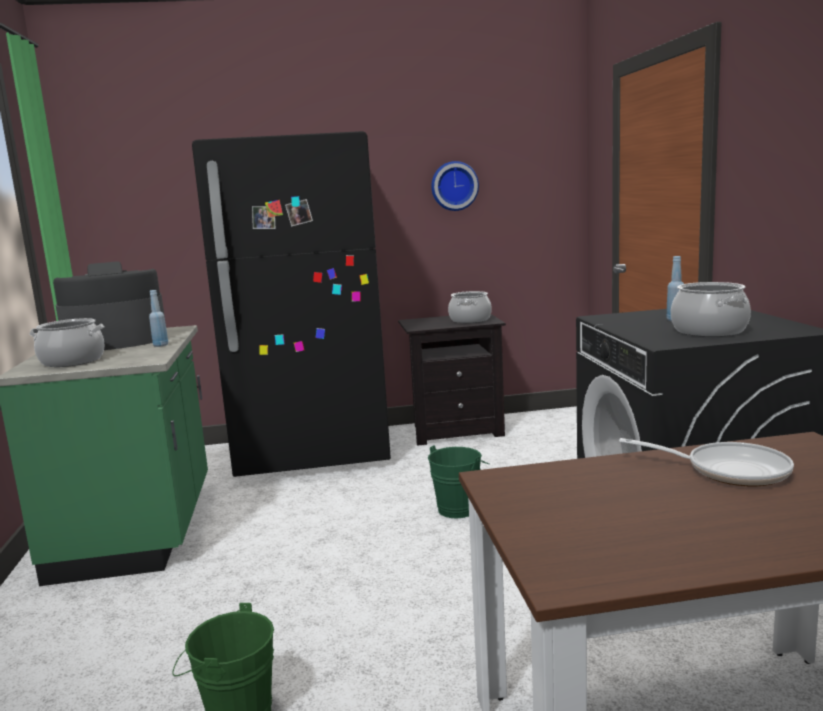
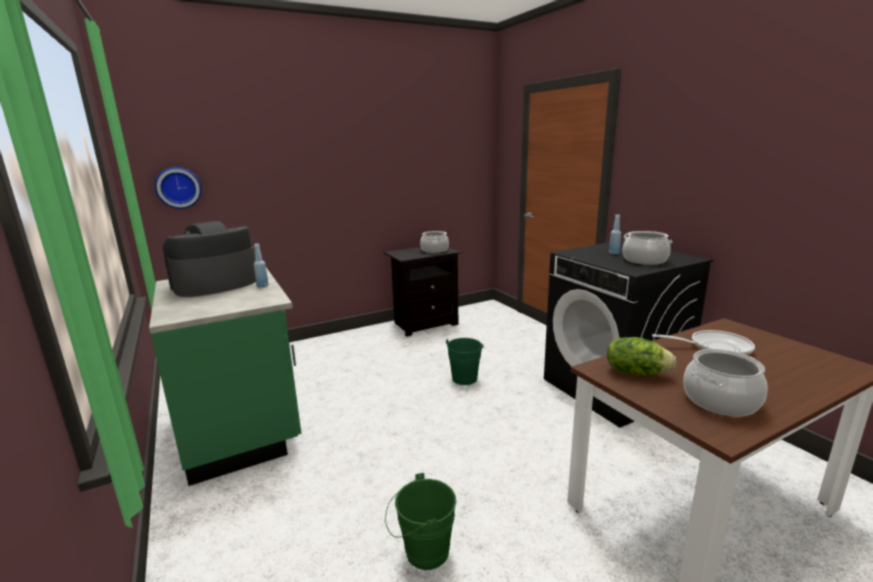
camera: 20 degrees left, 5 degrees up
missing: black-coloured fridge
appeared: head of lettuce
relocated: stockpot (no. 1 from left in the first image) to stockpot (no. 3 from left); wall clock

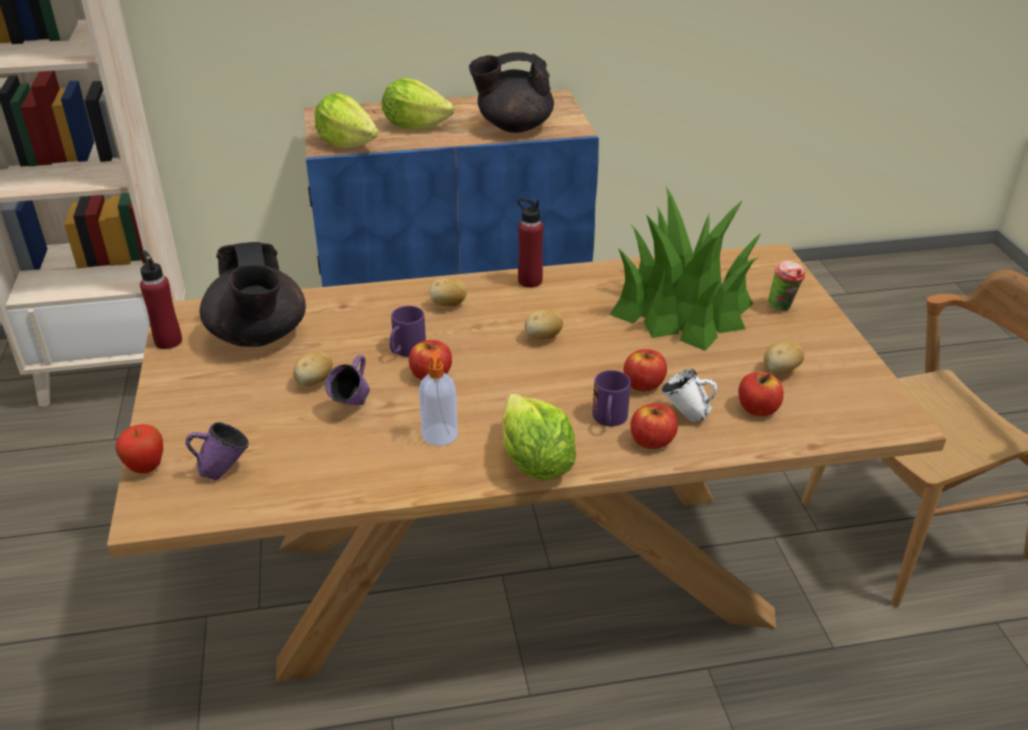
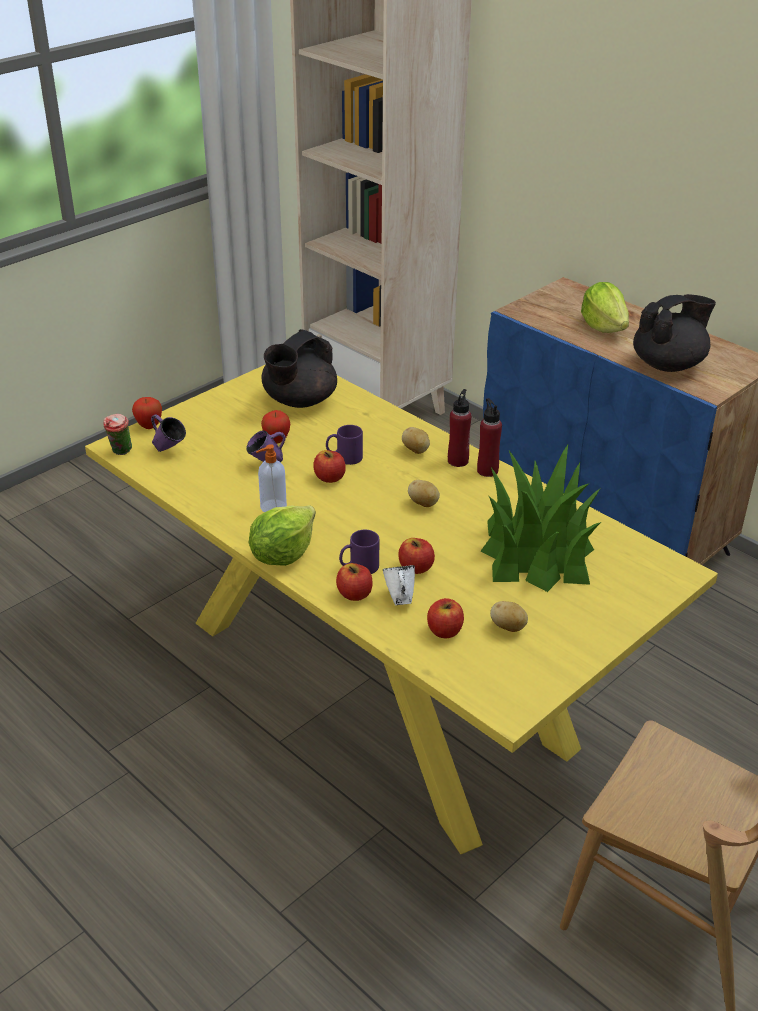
camera: 55 degrees right, 0 degrees up
missing: head of lettuce (no. 1 from left)
relocated: red-coloured bottle (no. 1 from left); small cup
exchanged: spud (no. 1 from left) to whole apple (no. 2 from left)
colour: brownish dining table to yellow dining table
spun: black-coloured teapot (no. 2 from left) 105 degrees clockwise

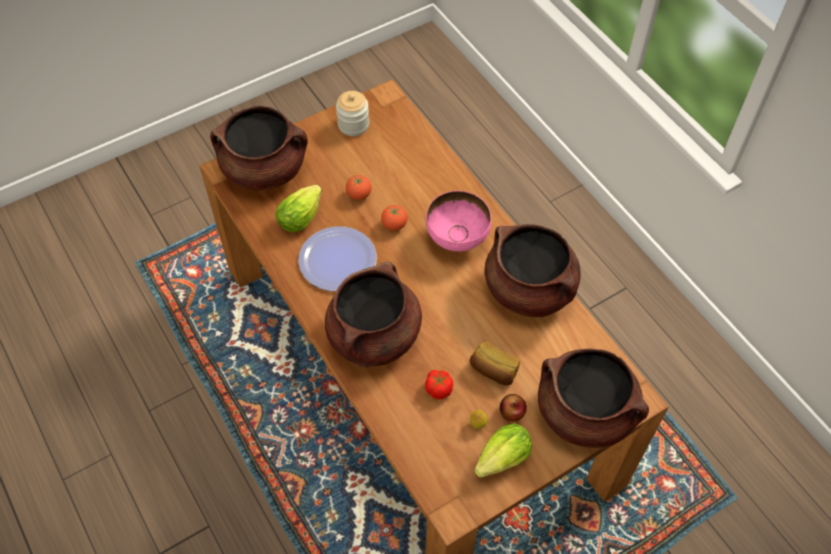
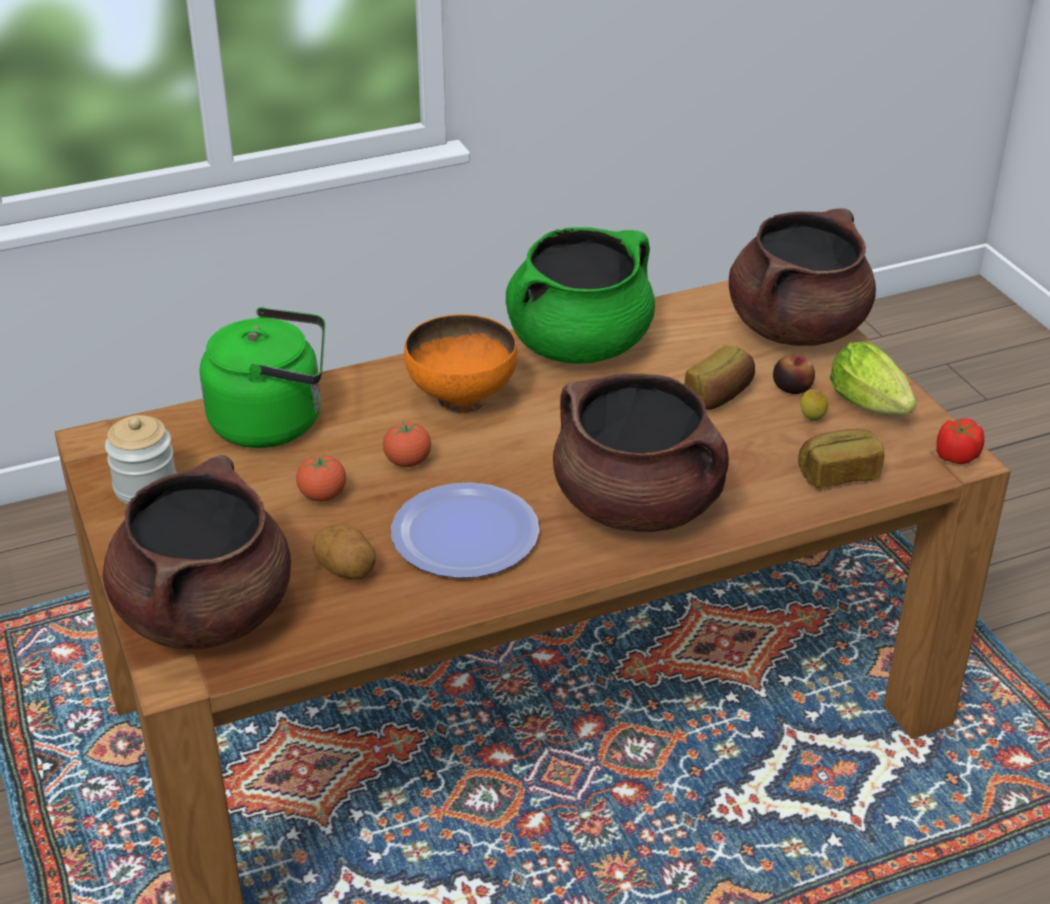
camera: 80 degrees left, 20 degrees down
appeared: green kettle; bakery bread (no. 2 from left)
relocated: whole tomato (no. 3 from left)
exchanged: head of lettuce (no. 1 from left) to spud
colour: pink serving bowl to orange serving bowl; brownish stockpot (no. 3 from left) to green stockpot

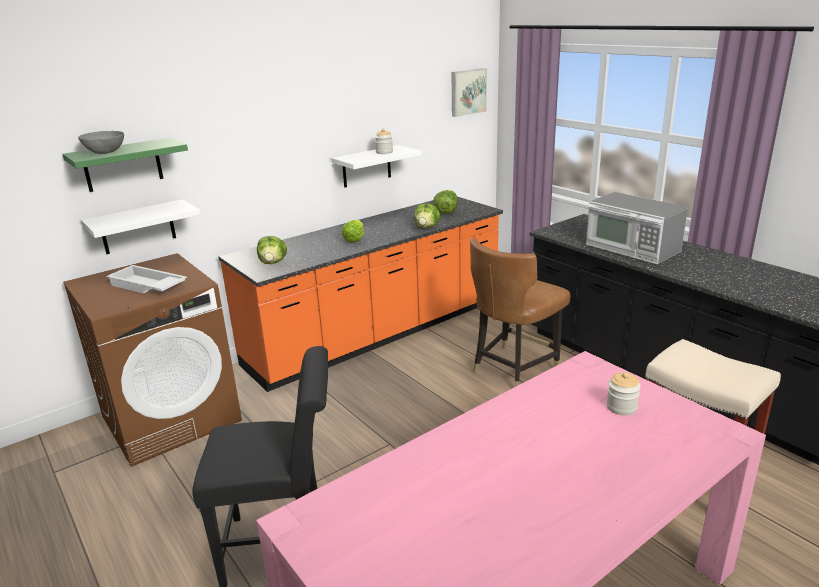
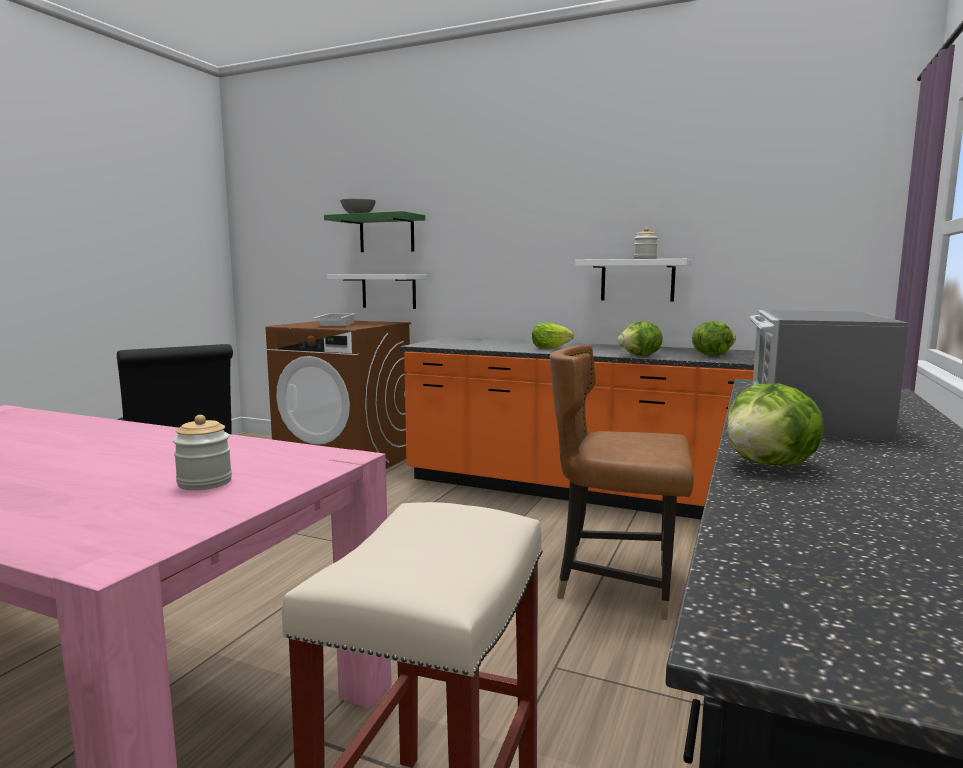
camera: 60 degrees right, 15 degrees down
missing: wall picture
relocated: head of lettuce (no. 1 from left in the first image) to head of lettuce (no. 4 from left)

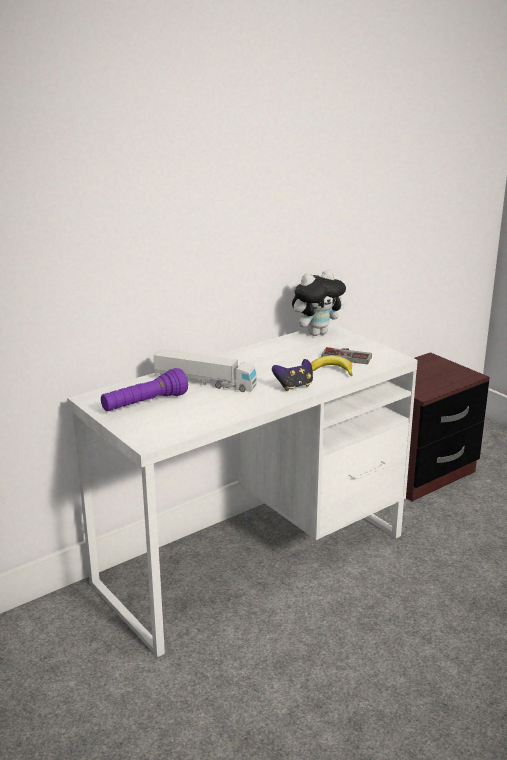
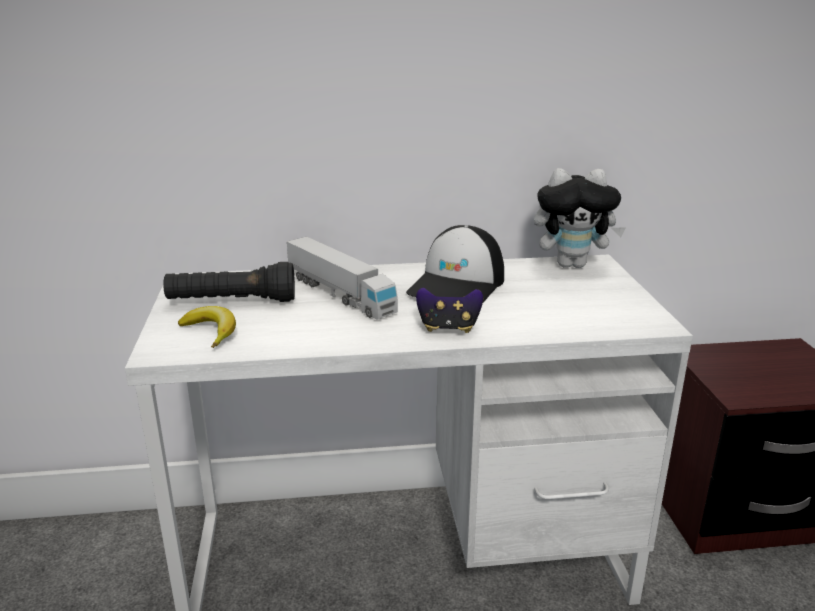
camera: 30 degrees right, 0 degrees up
missing: joypad (no. 2 from left)
appeared: peaked cap
relocated: banana fruit
colour: purple flashlight to black-coloured flashlight

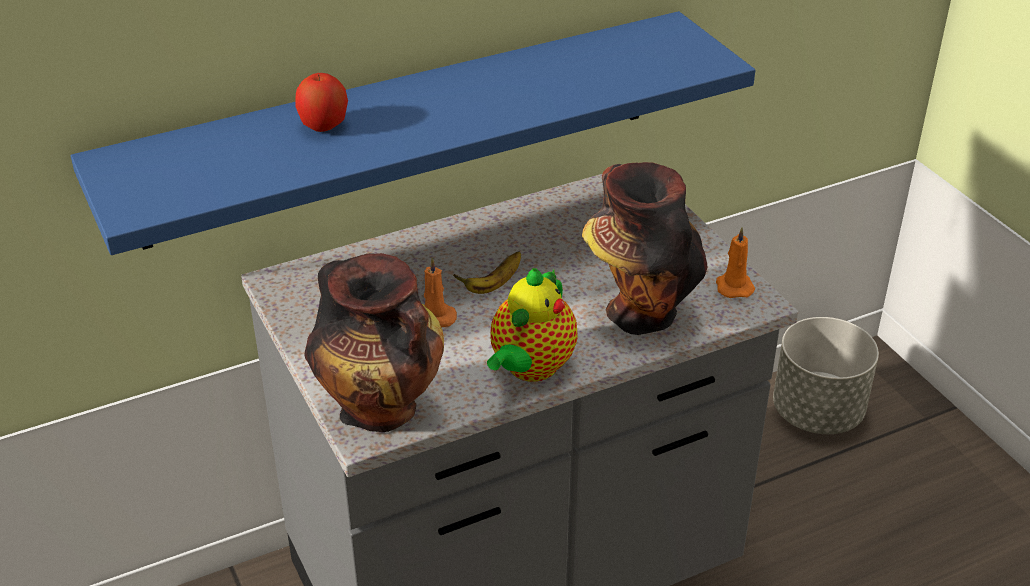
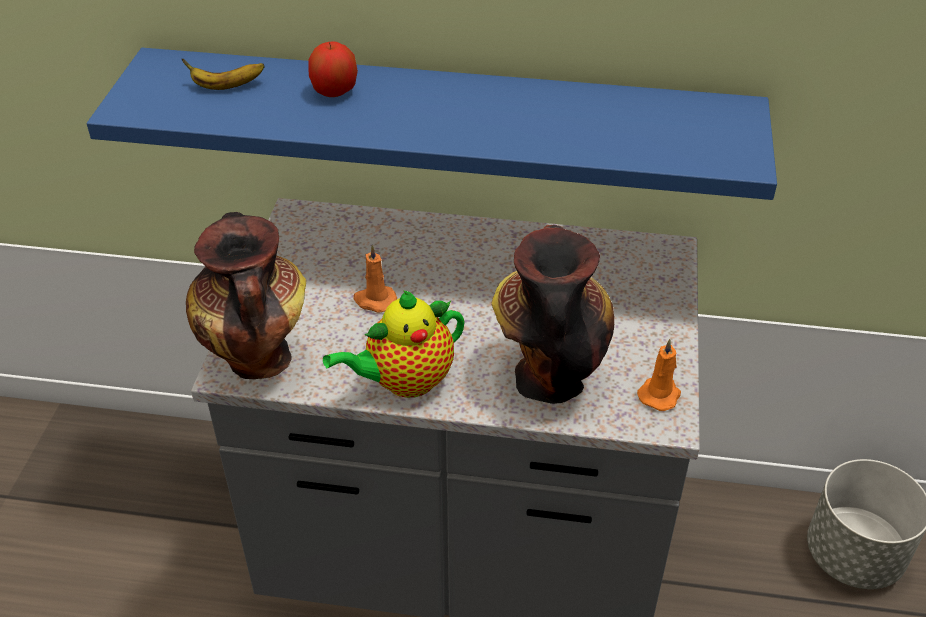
camera: 35 degrees right, 5 degrees up
relocated: banana fruit

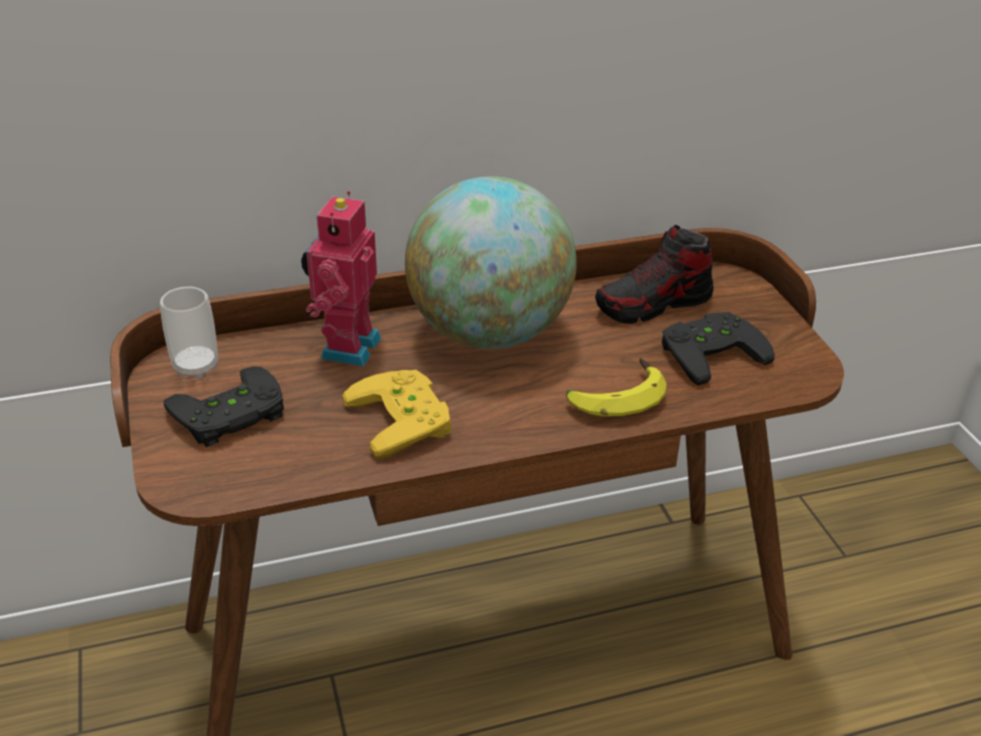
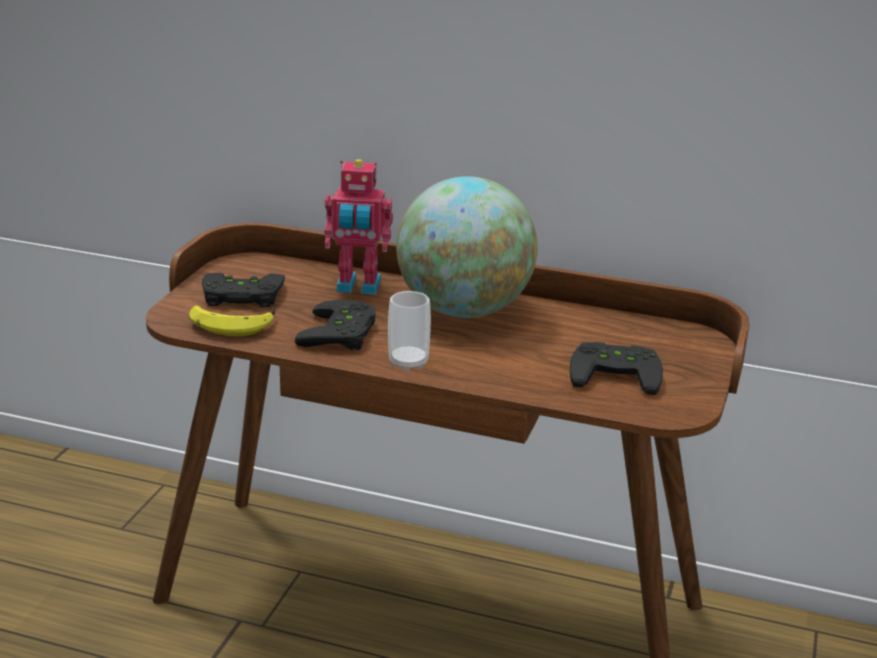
camera: 35 degrees right, 10 degrees down
missing: low shoe
relocated: small cup; banana fruit
colour: yellow joypad to black-coloured joypad (no. 2 from left)
spun: robot figure 135 degrees counterclockwise

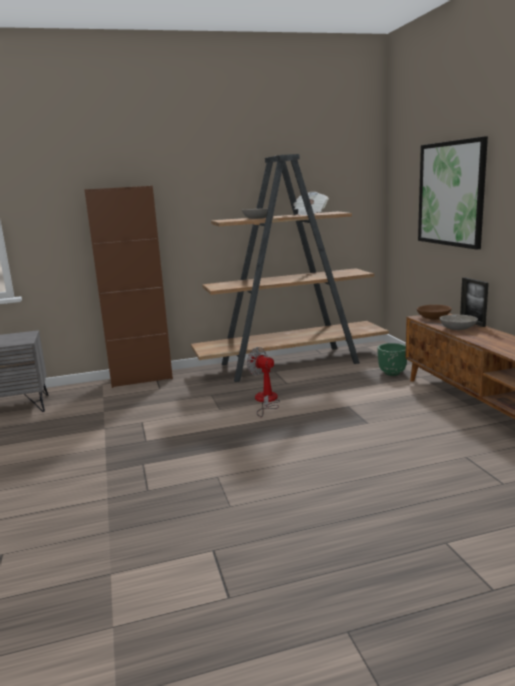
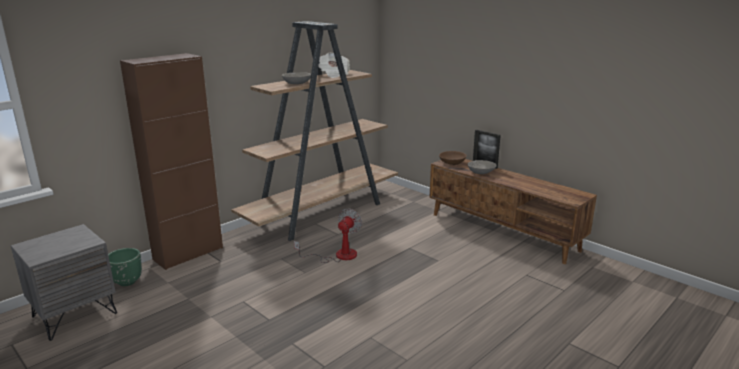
camera: 30 degrees left, 5 degrees up
missing: wall picture
relocated: green planter
spun: fan 105 degrees clockwise

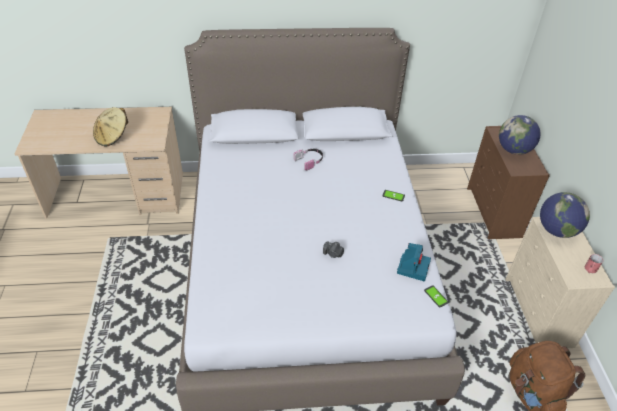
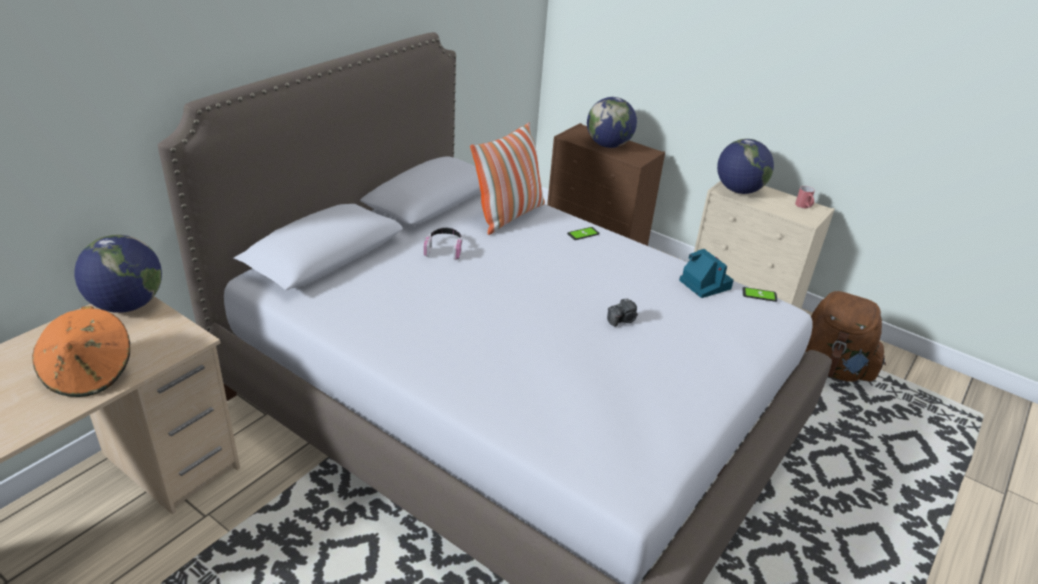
camera: 50 degrees left, 10 degrees down
appeared: desk globe (no. 1 from left); pillow
colour: beige-coloured clothing hat to orange clothing hat

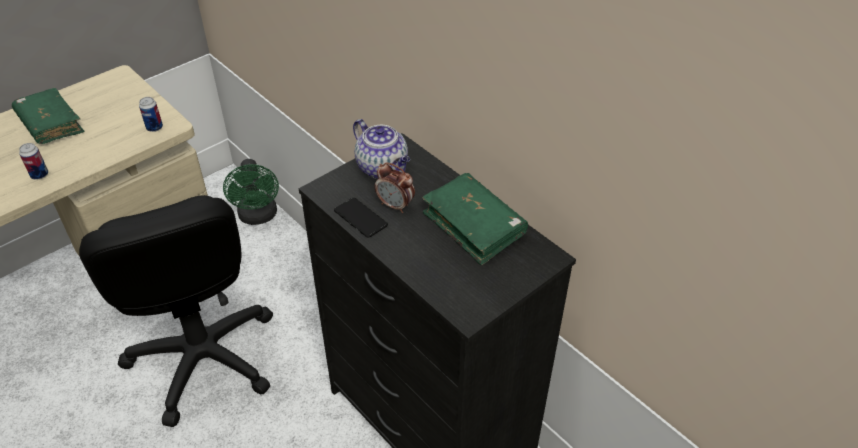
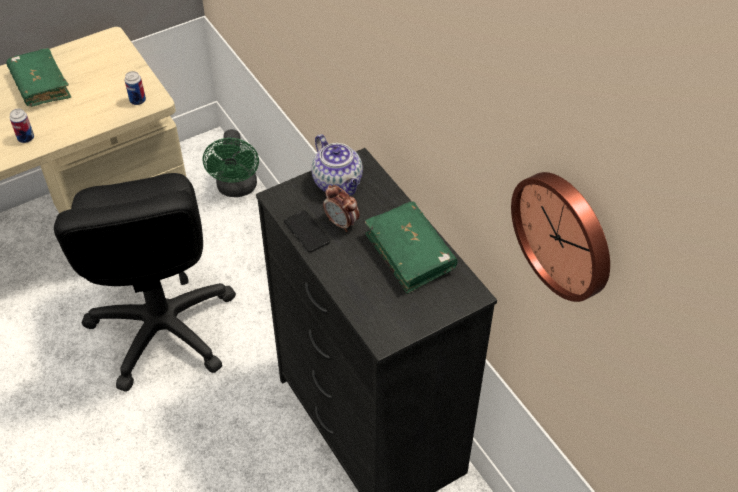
camera: 10 degrees right, 5 degrees up
appeared: wall clock

